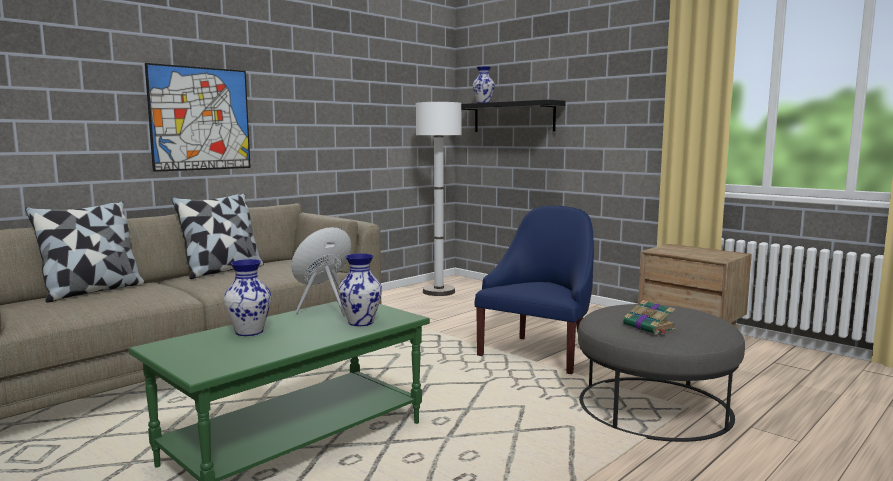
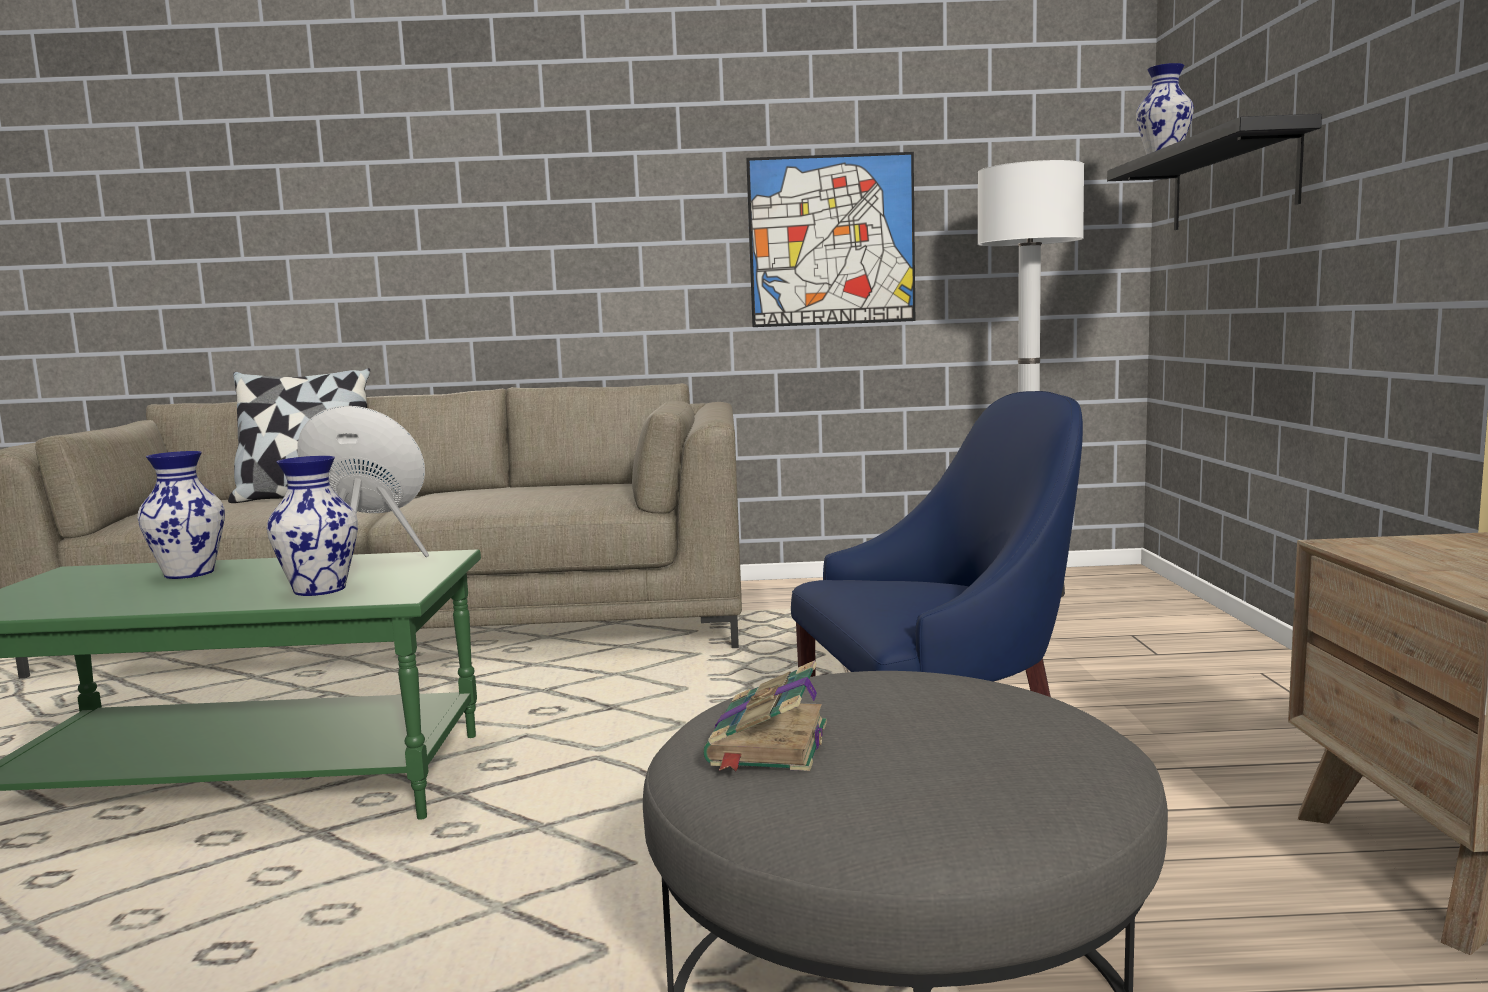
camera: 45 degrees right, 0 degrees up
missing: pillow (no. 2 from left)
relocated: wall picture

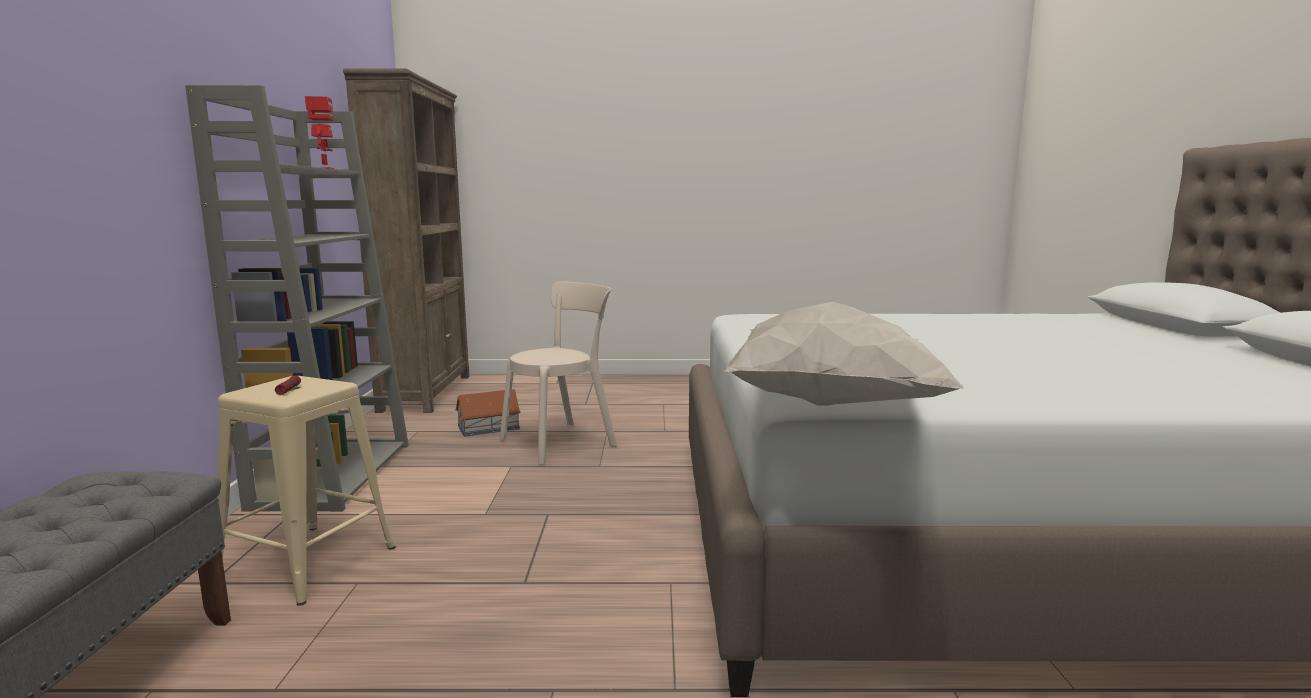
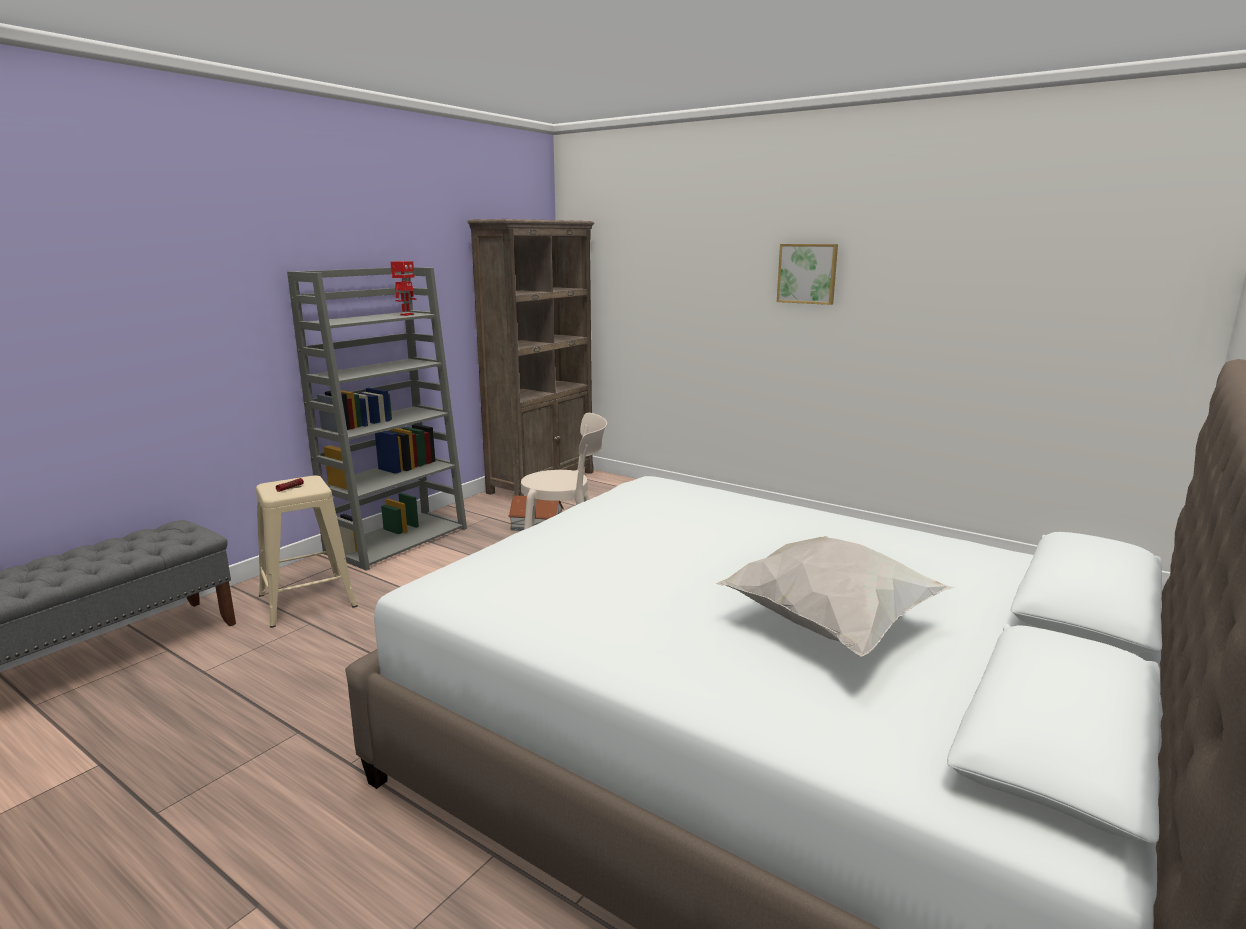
camera: 35 degrees right, 5 degrees up
appeared: wall picture
relocated: white pillow

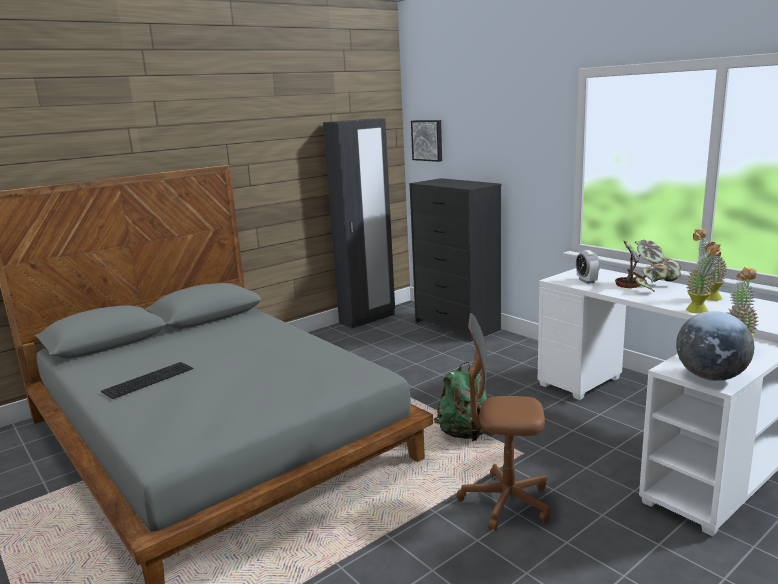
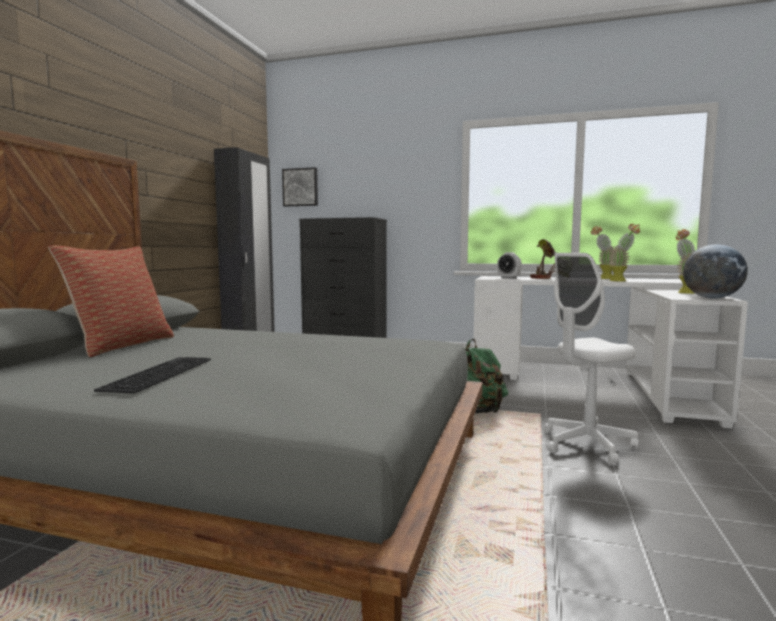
camera: 35 degrees left, 10 degrees down
appeared: pillow
colour: brownish office chair to white office chair

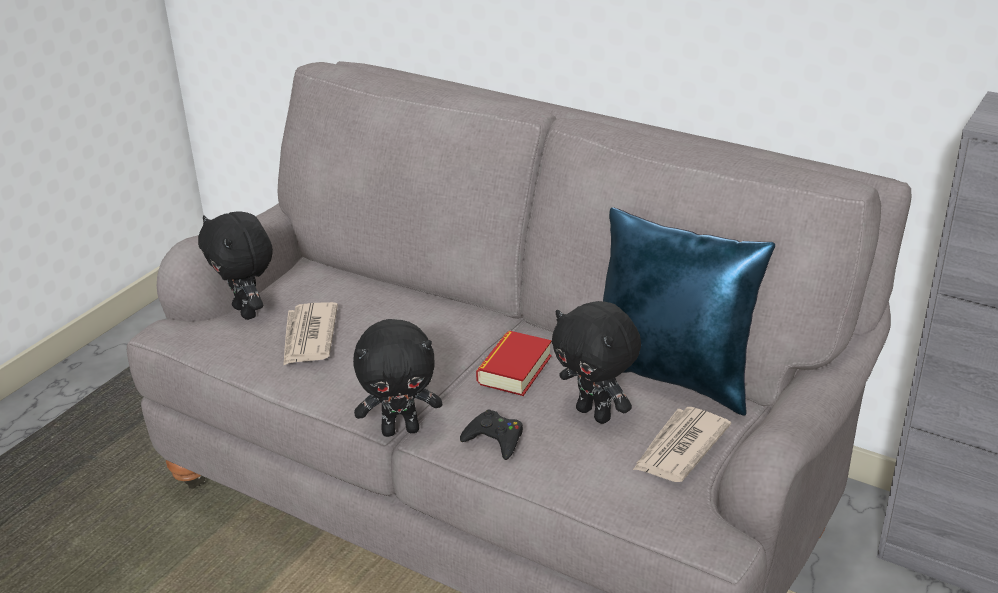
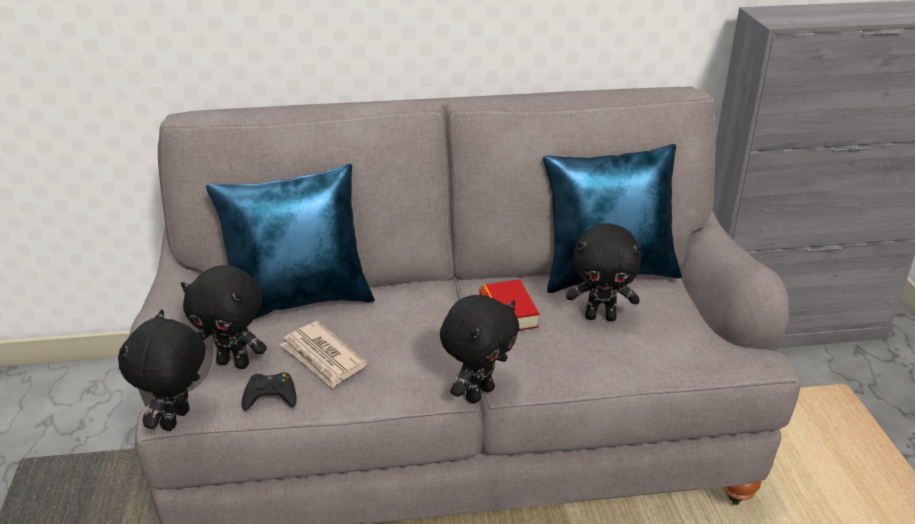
camera: 40 degrees left, 0 degrees up
missing: daily paper (no. 2 from left)
appeared: black-coloured plush toy (no. 1 from left); blue pillow (no. 1 from left)
relocated: black-coloured joypad

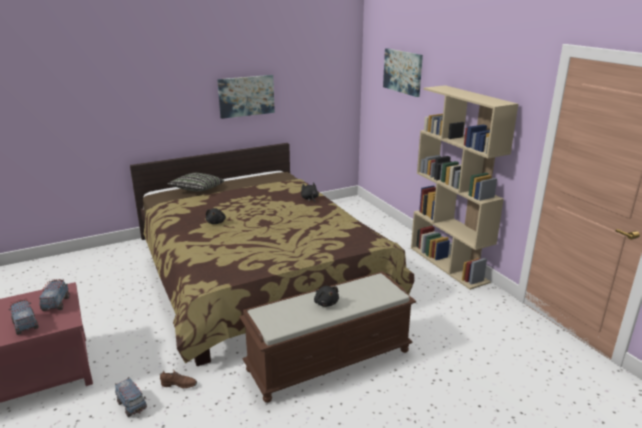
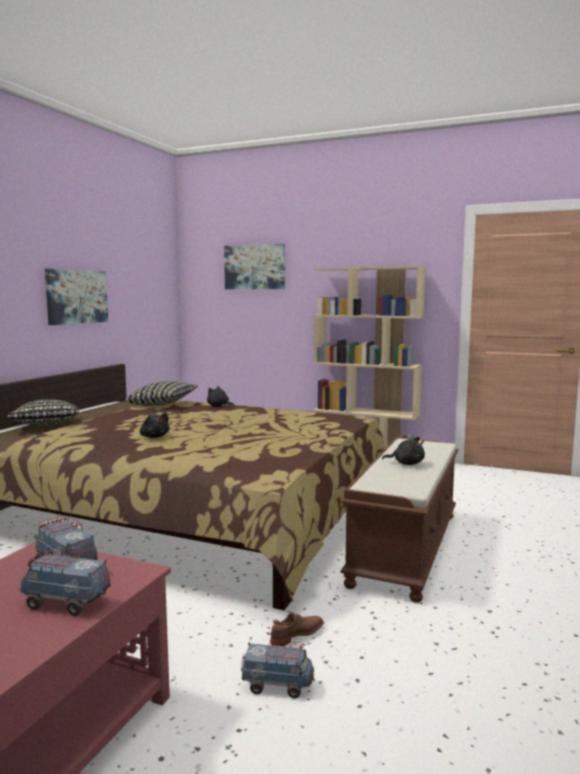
camera: 40 degrees left, 15 degrees down
appeared: pillow (no. 2 from left)

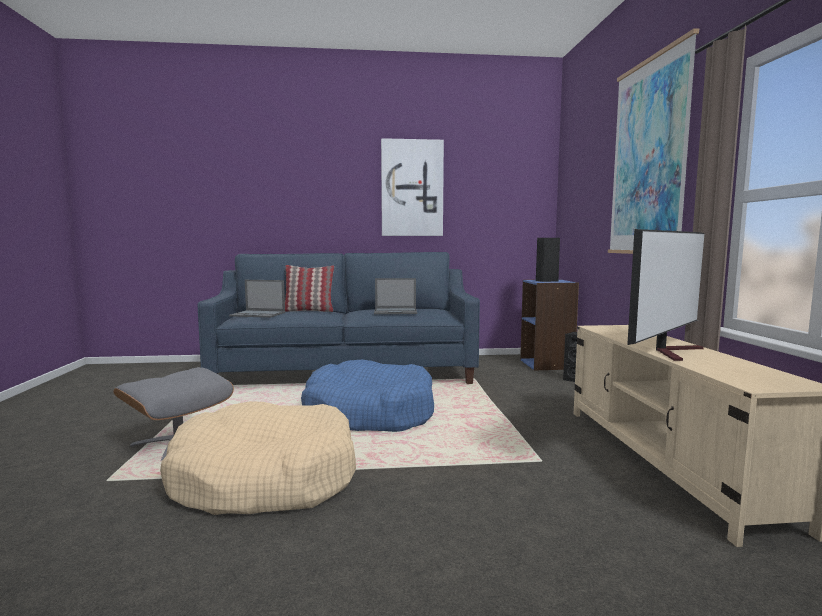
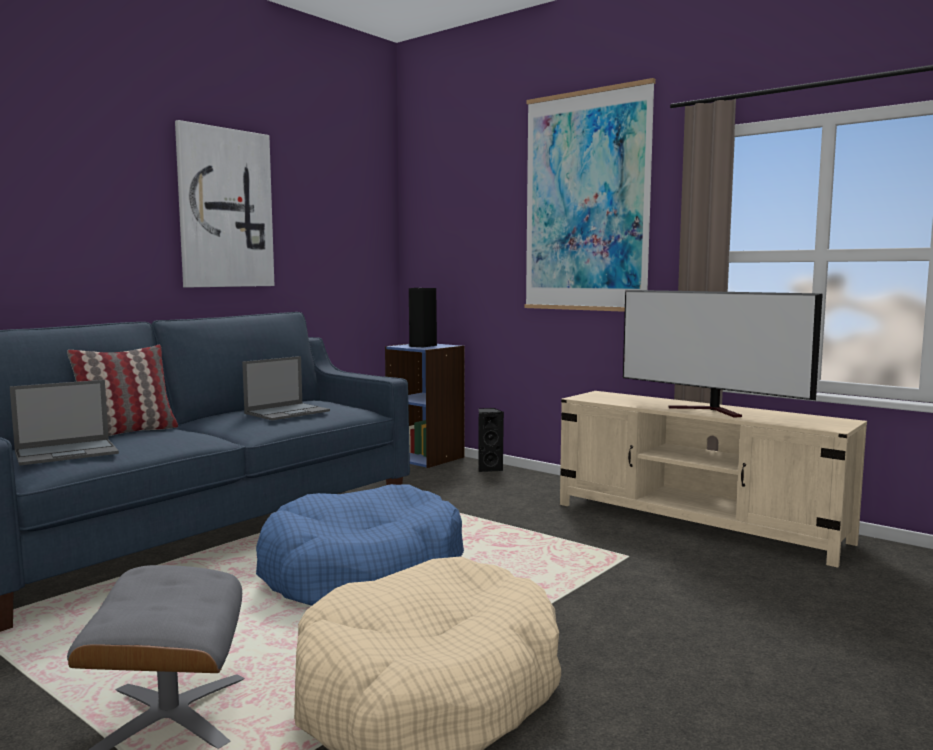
camera: 45 degrees left, 0 degrees up
spun: TV set 135 degrees clockwise

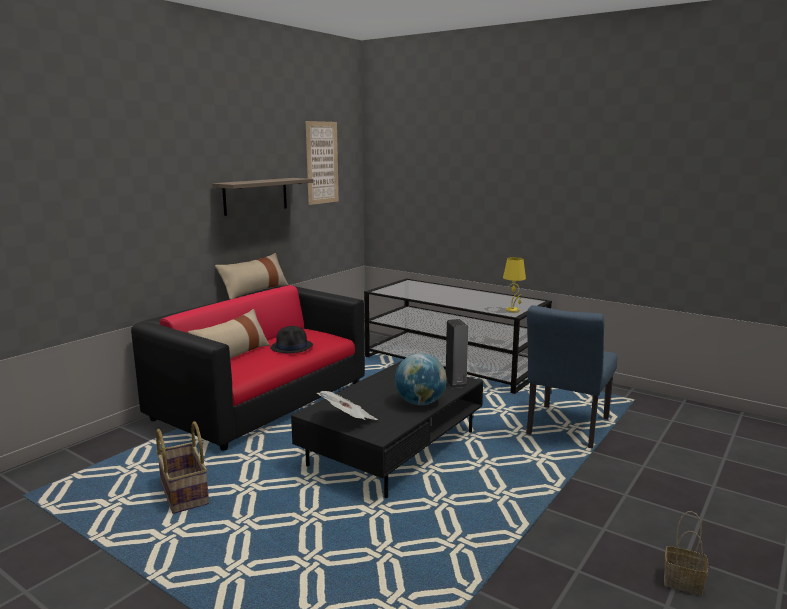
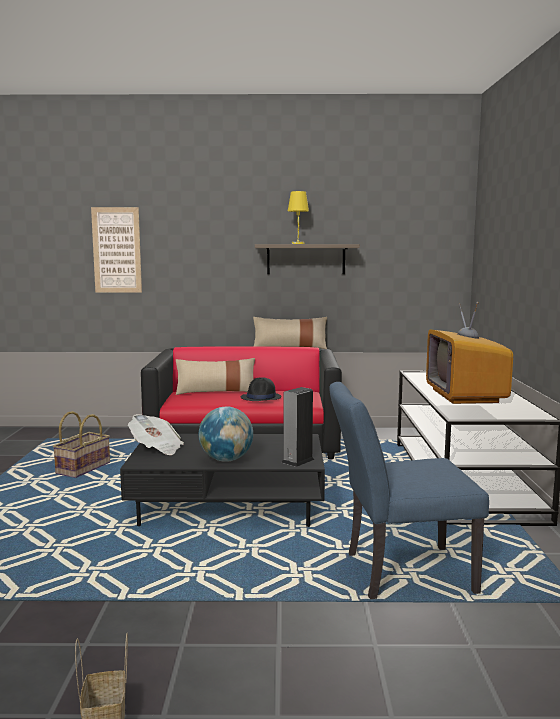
camera: 55 degrees right, 5 degrees down
appeared: TV set
relocated: wall picture; yellow tabletop lamp

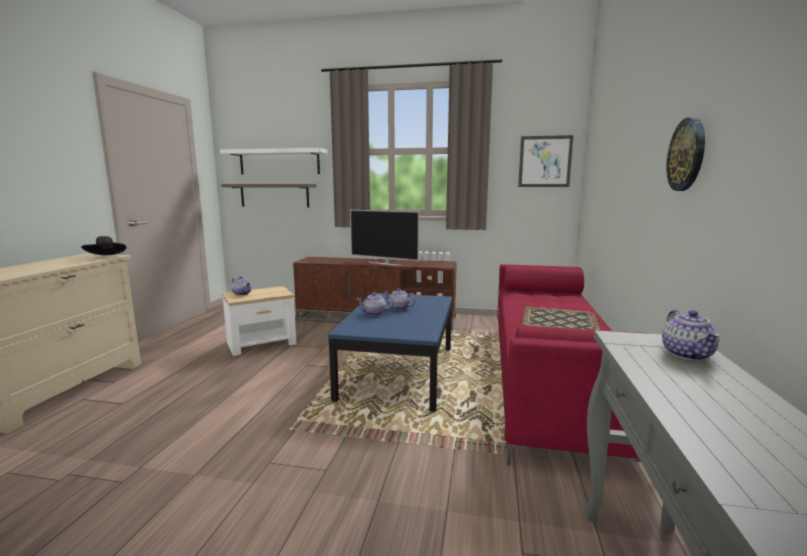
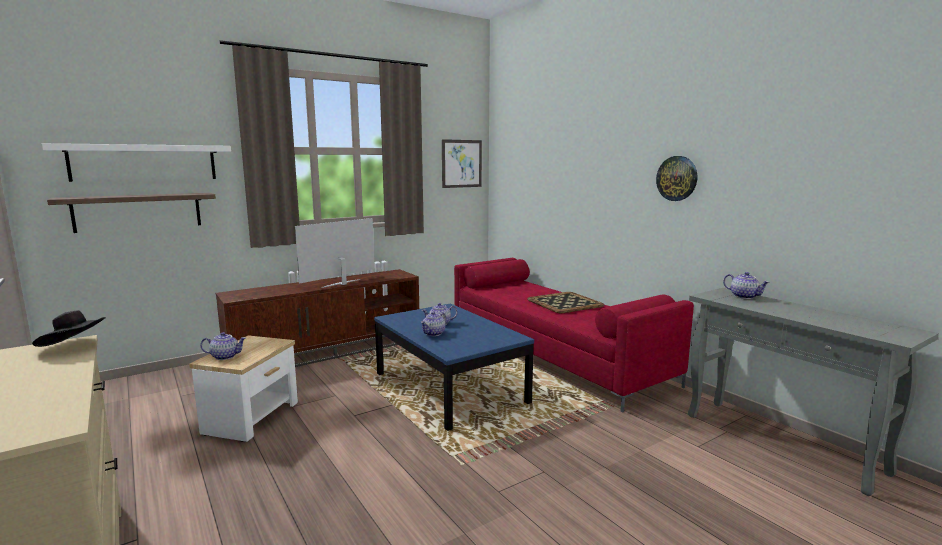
camera: 45 degrees left, 0 degrees up
spun: TV set 150 degrees clockwise

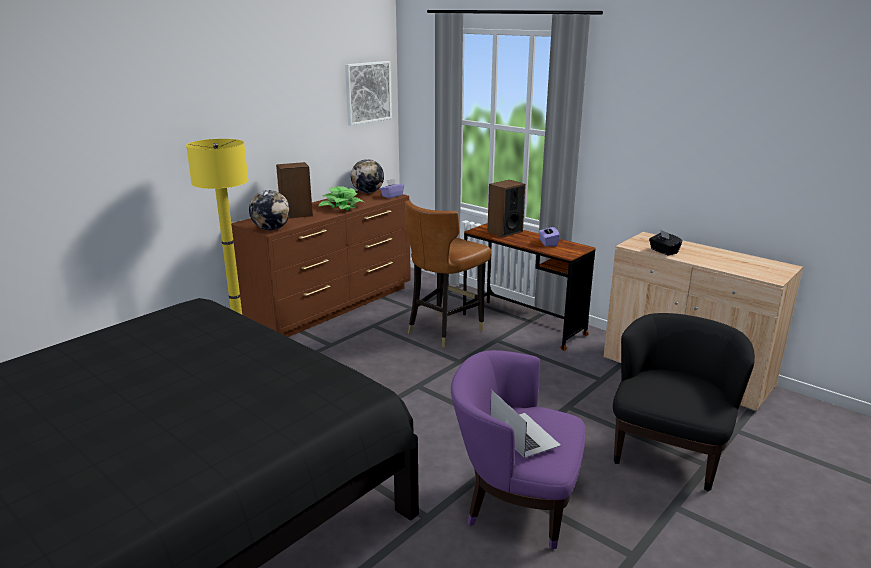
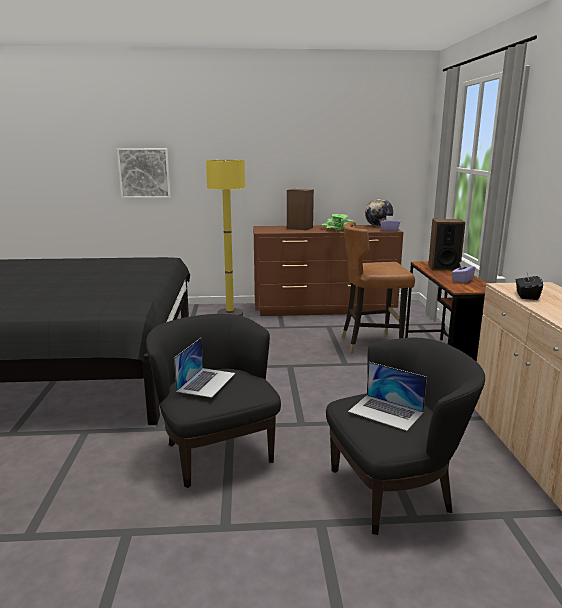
camera: 45 degrees right, 5 degrees down
missing: desk globe (no. 1 from left)
appeared: laptop (no. 2 from left)
relocated: wall picture
colour: purple easy chair to black-coloured easy chair (no. 1 from left)

